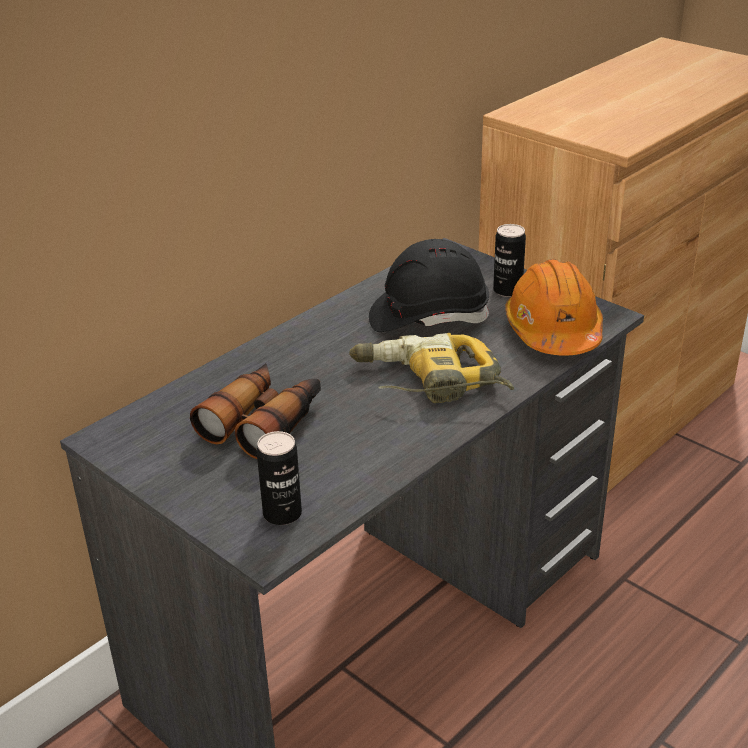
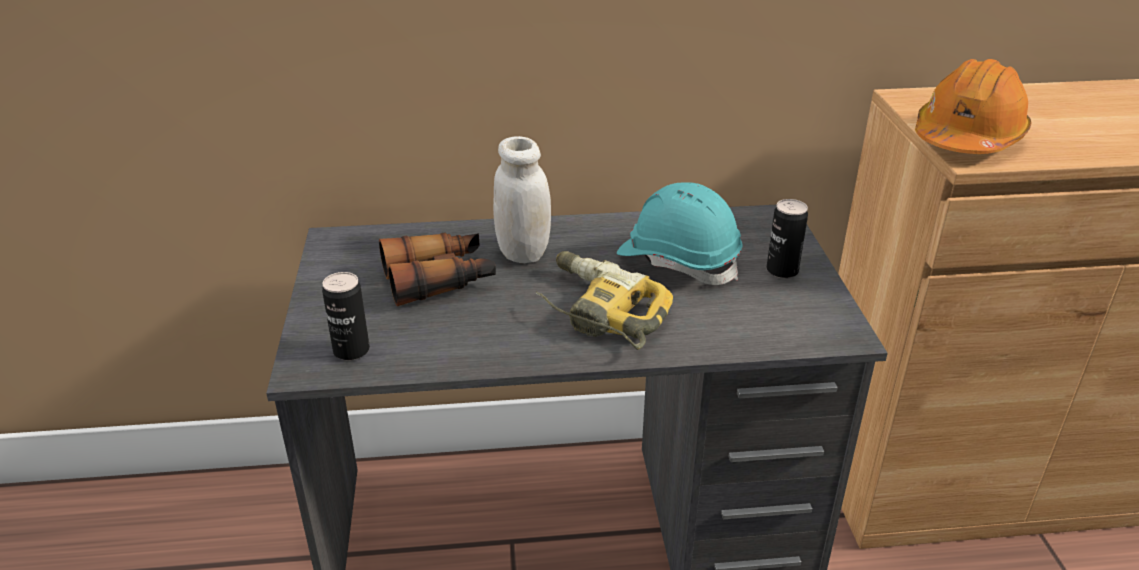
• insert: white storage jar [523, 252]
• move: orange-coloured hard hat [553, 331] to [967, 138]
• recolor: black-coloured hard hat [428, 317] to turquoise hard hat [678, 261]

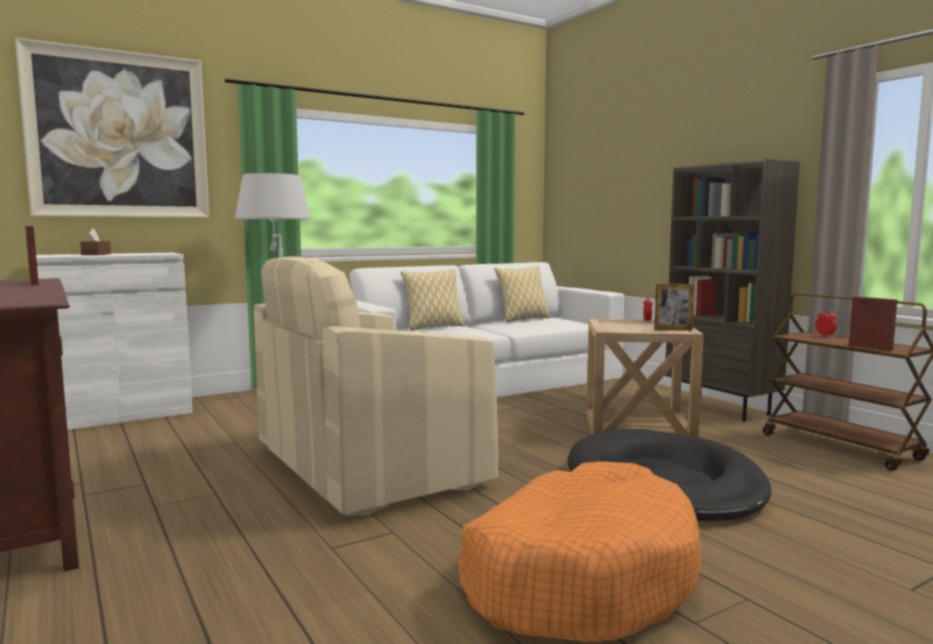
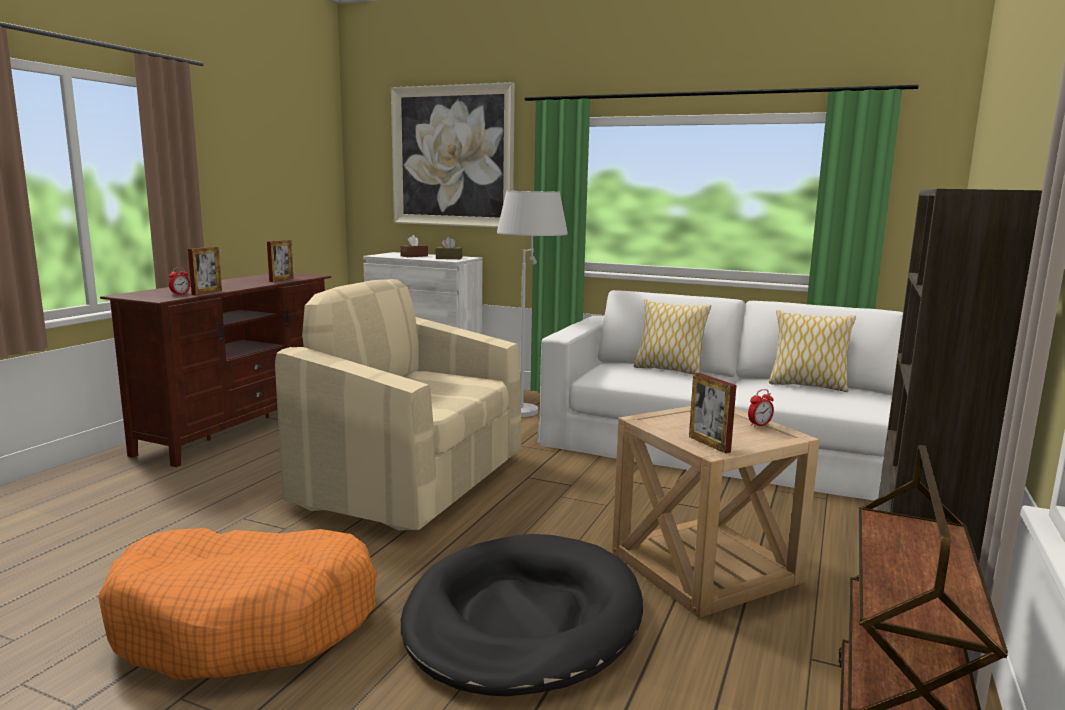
• insert: brown-coloured tissue box [449, 258]
• move: bedside clock [825, 335] to [180, 294]
• move: photo frame [870, 348] to [207, 292]

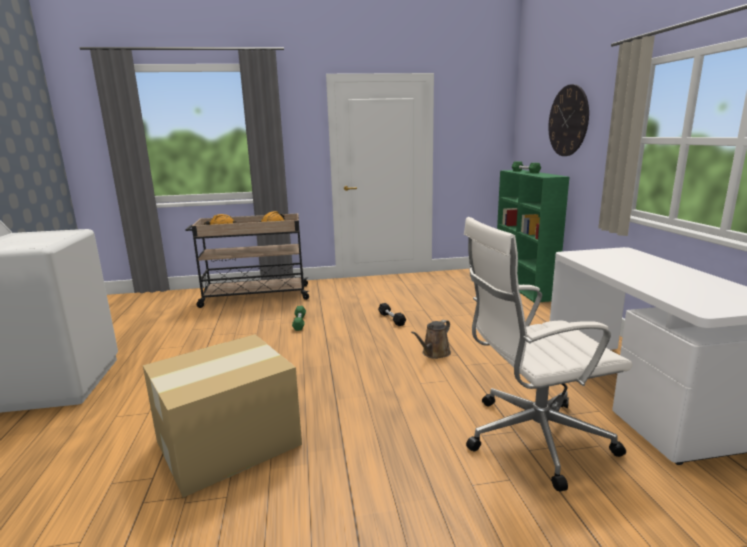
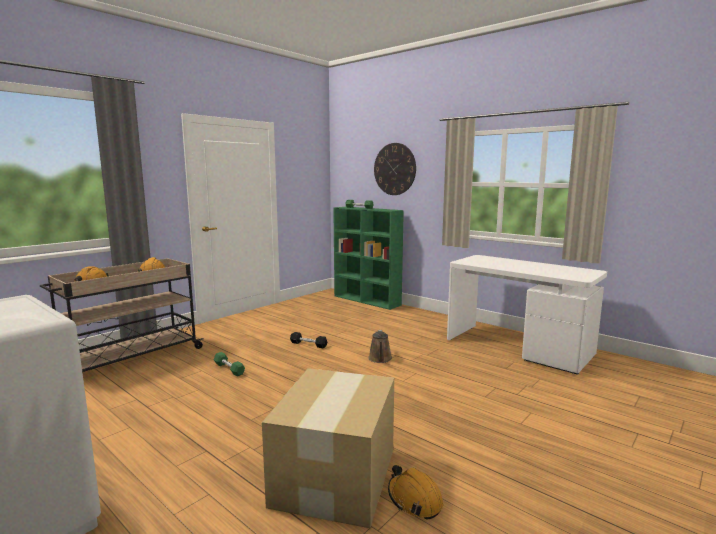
• delete: white desk chair [532, 438]
• insert: orange-coloured hard hat [414, 500]

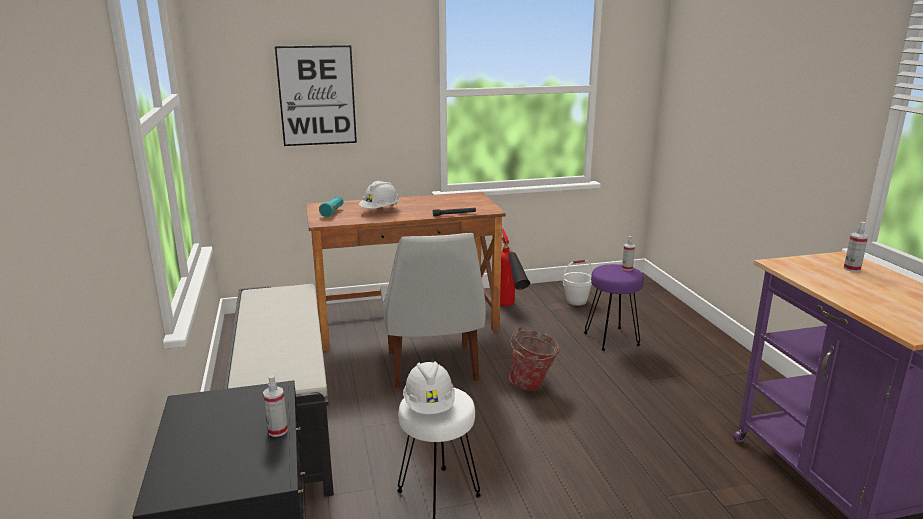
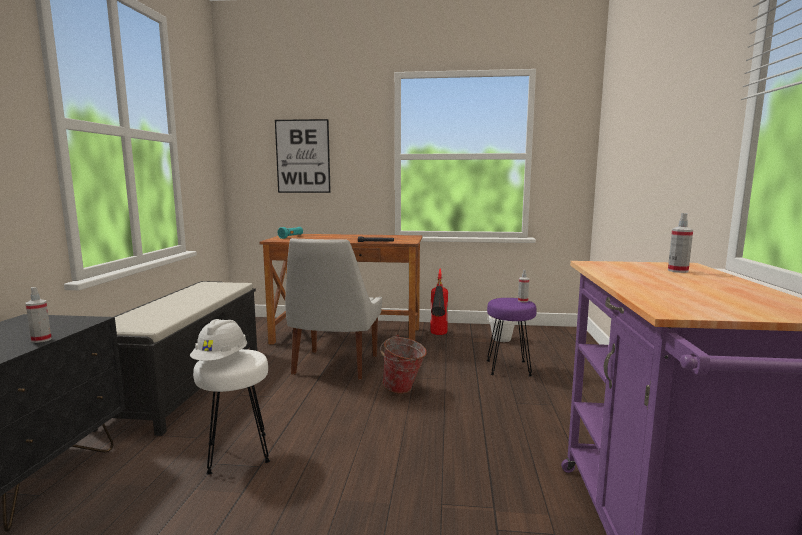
• delete: white hard hat [380, 210]

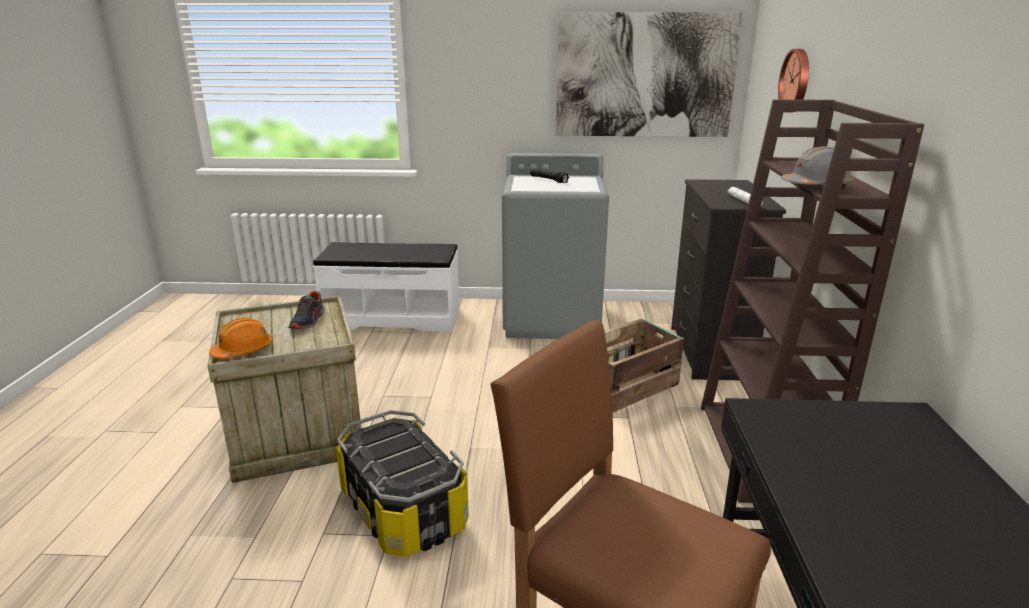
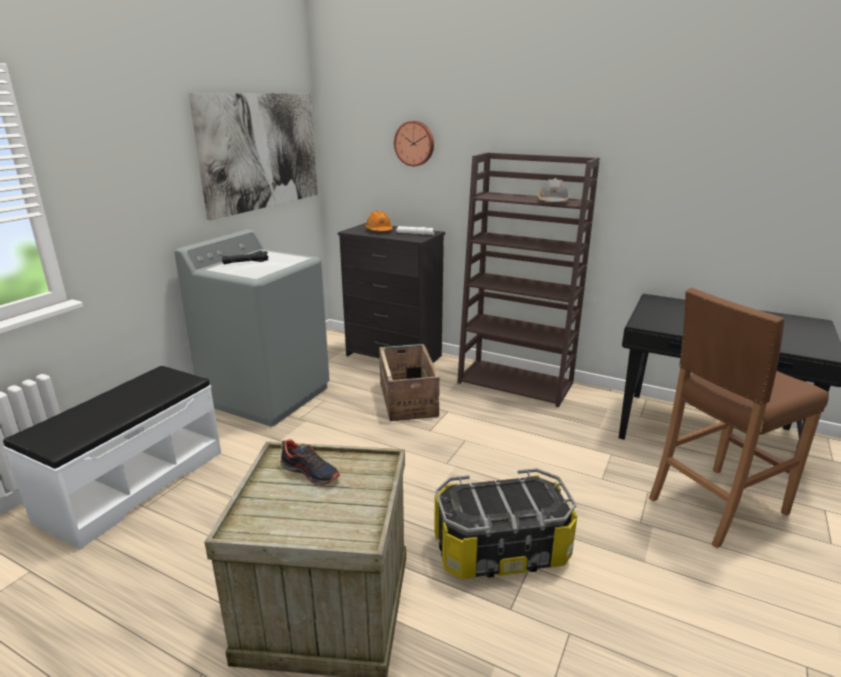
• move: orange-coloured hard hat [243, 351] to [379, 230]

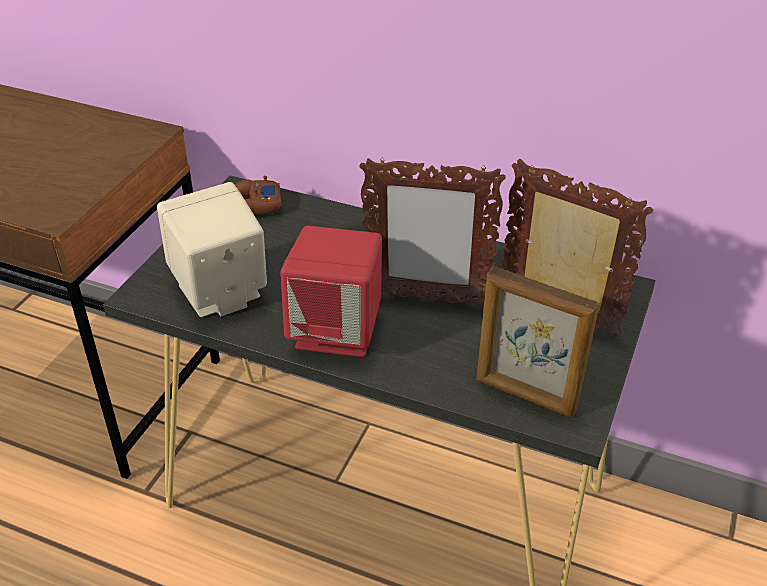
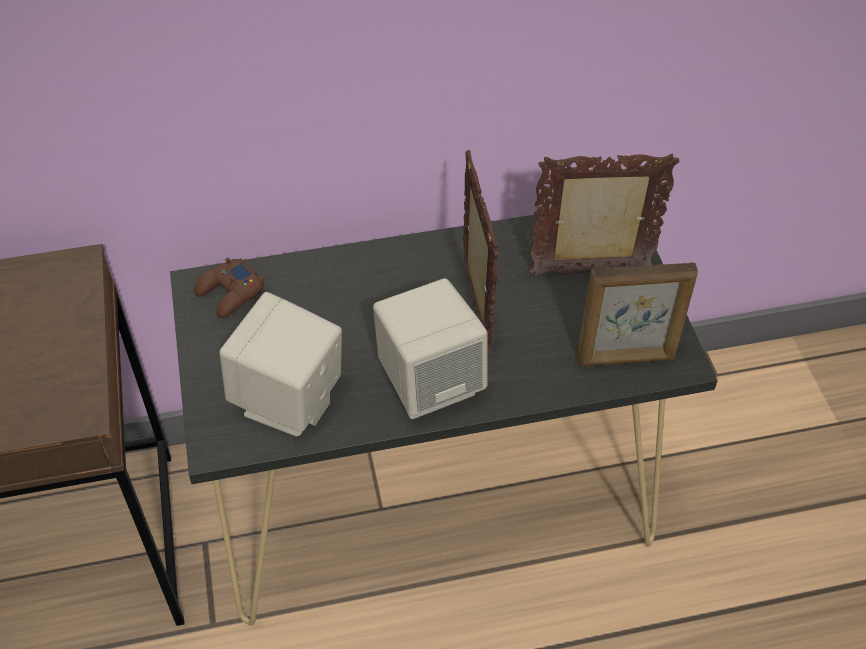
• recolor: red audio speaker [337, 331] to beige audio speaker [430, 383]
• rotate: photo frame [426, 299] = [475, 311] 75 degrees counterclockwise

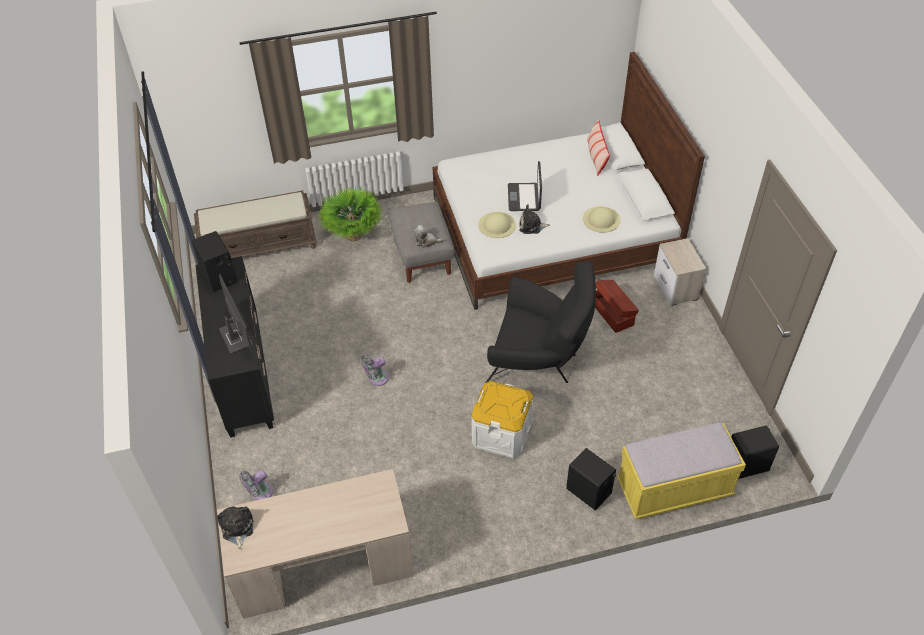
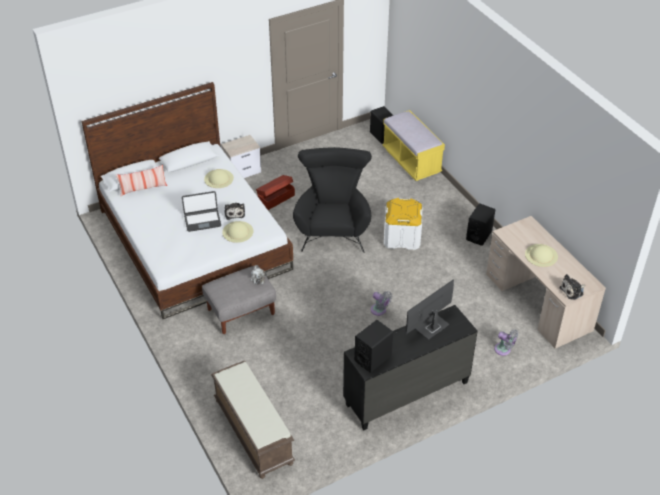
• delete: plant in a pot [353, 235]
• insert: beige wearable hat [541, 255]
• move: black-coloured audio speaker [589, 491] to [479, 235]

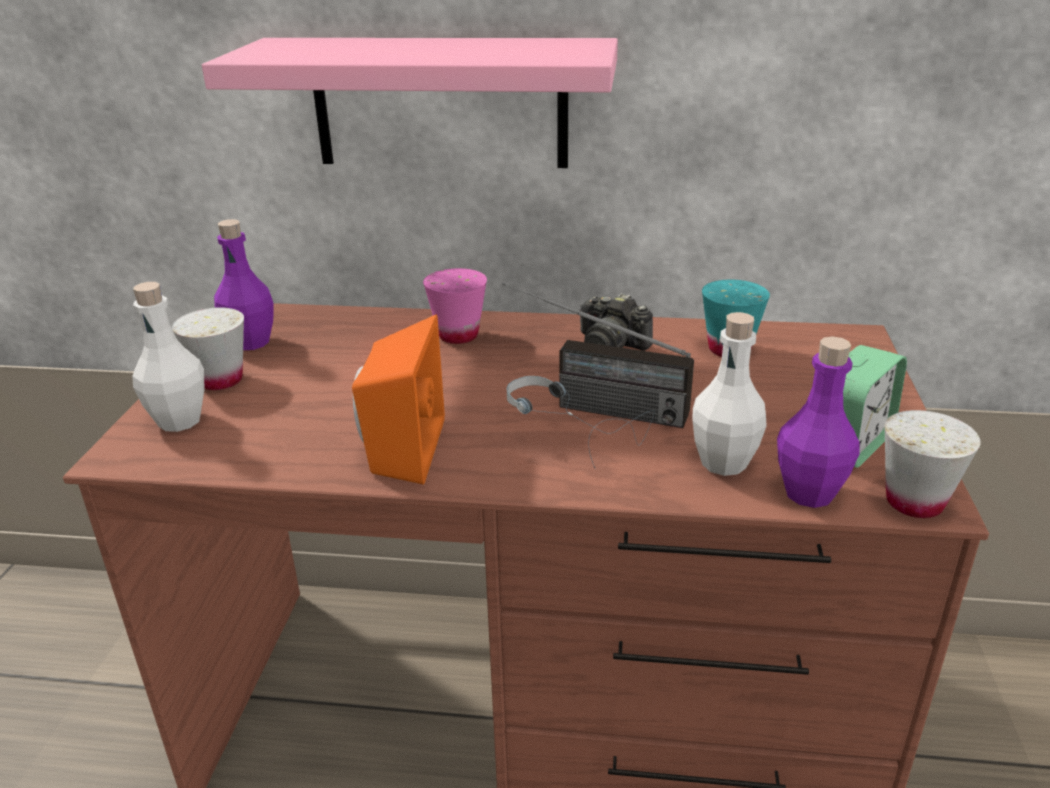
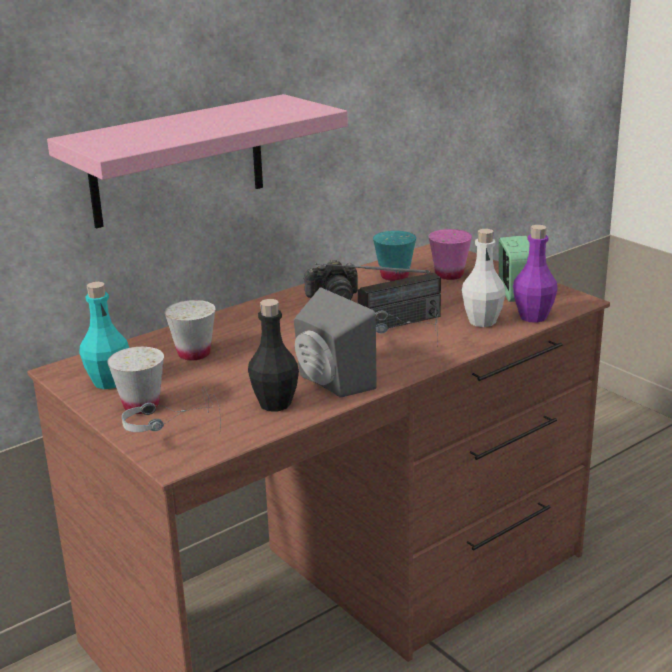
• insert: black-coloured bottle [275, 404]
• move: pink small cup [458, 335] to [449, 275]
• move: white small cup [914, 502] to [194, 354]
• replace: white bottle [179, 421] to headphones [169, 432]
• recolor: purple bottle [251, 342] to turquoise bottle [108, 382]
• recolor: orange-coloured audio speaker [400, 449] to gray audio speaker [330, 383]

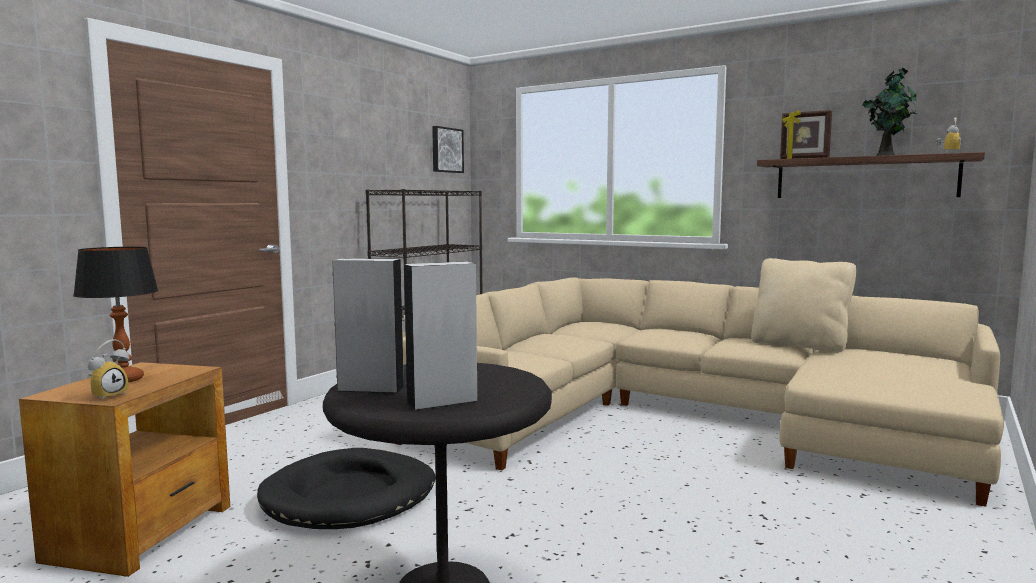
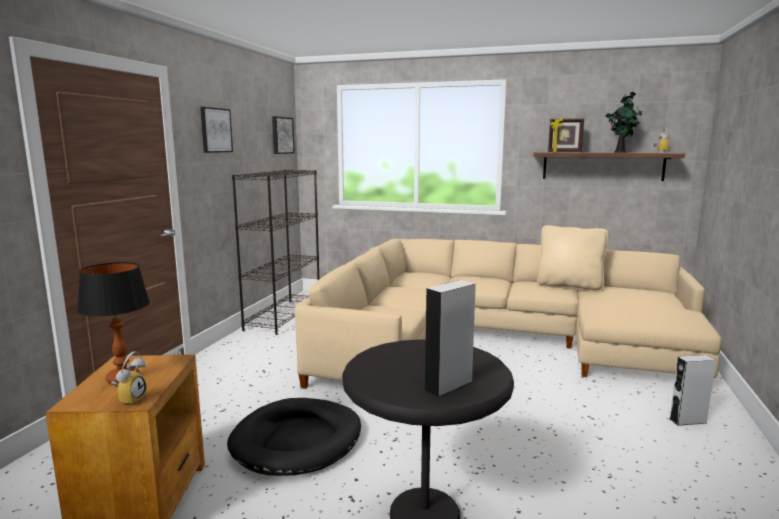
• insert: wall picture [215, 130]
• move: gray audio speaker [371, 389] to [688, 421]

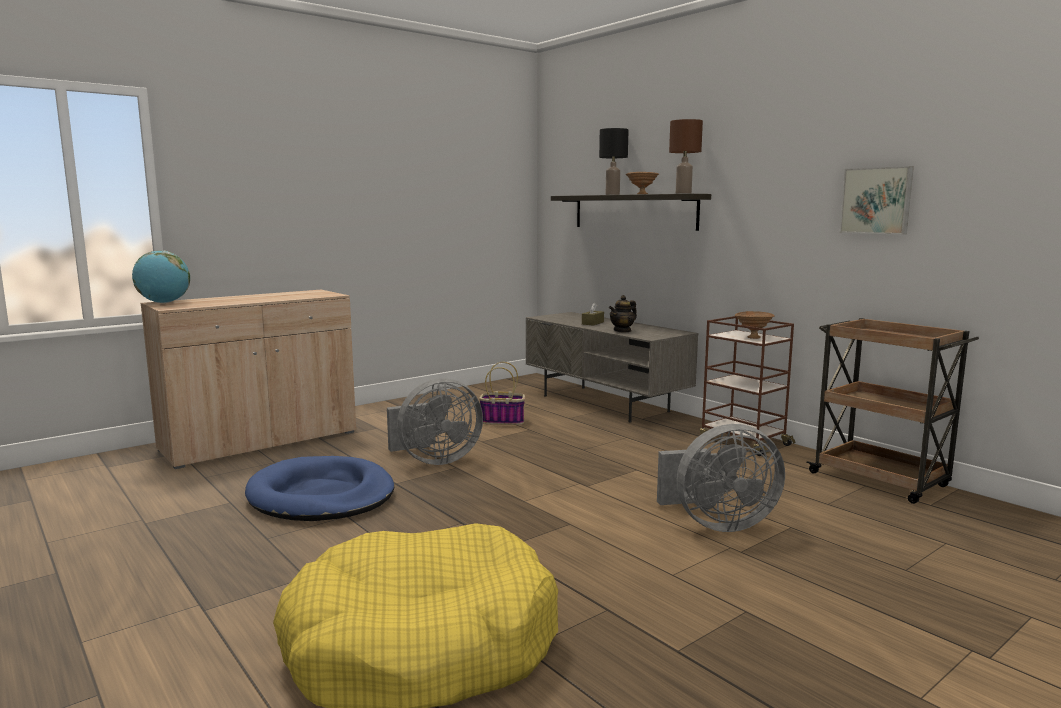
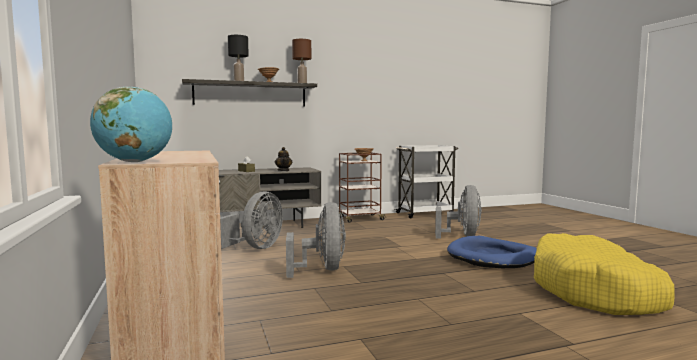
• delete: wall picture [877, 200]
• move: blue-coloured dog bed [321, 496] to [492, 257]
• replace: household basket [503, 421] to gray cooling fan [256, 248]
• recolor: brown-coloured cart [880, 480] to white cart [425, 214]

